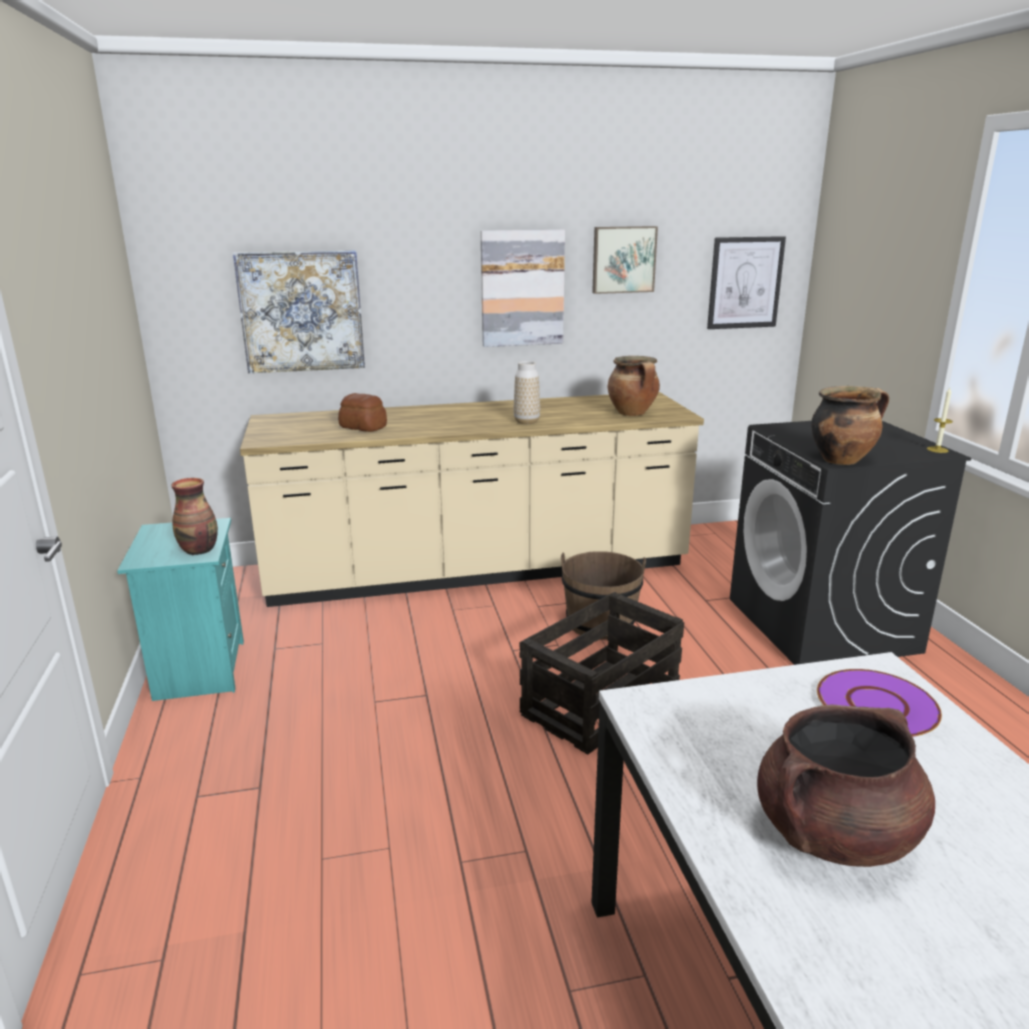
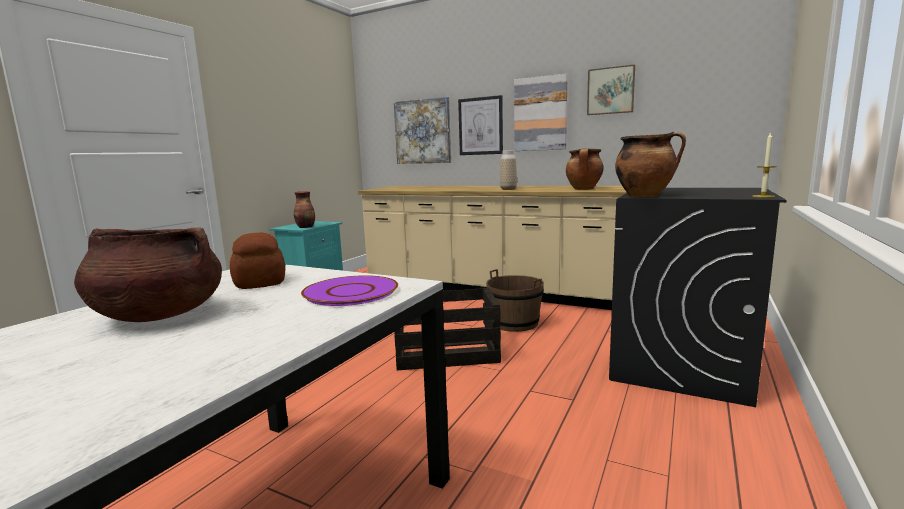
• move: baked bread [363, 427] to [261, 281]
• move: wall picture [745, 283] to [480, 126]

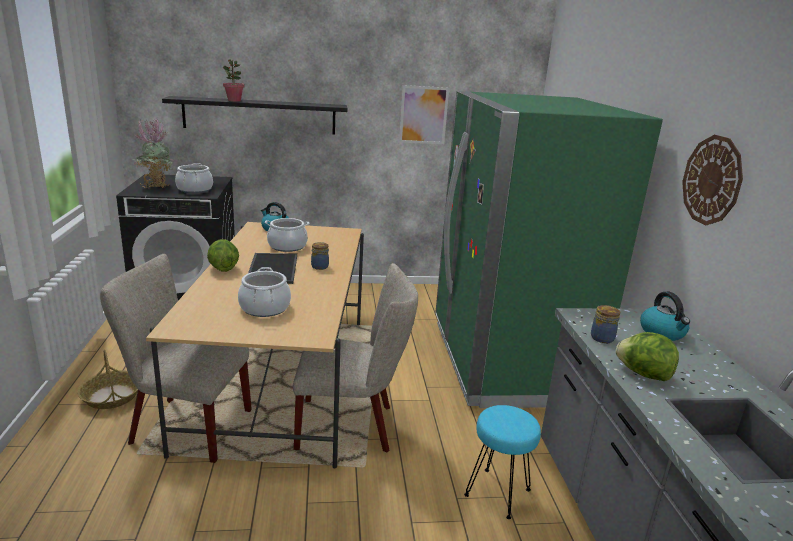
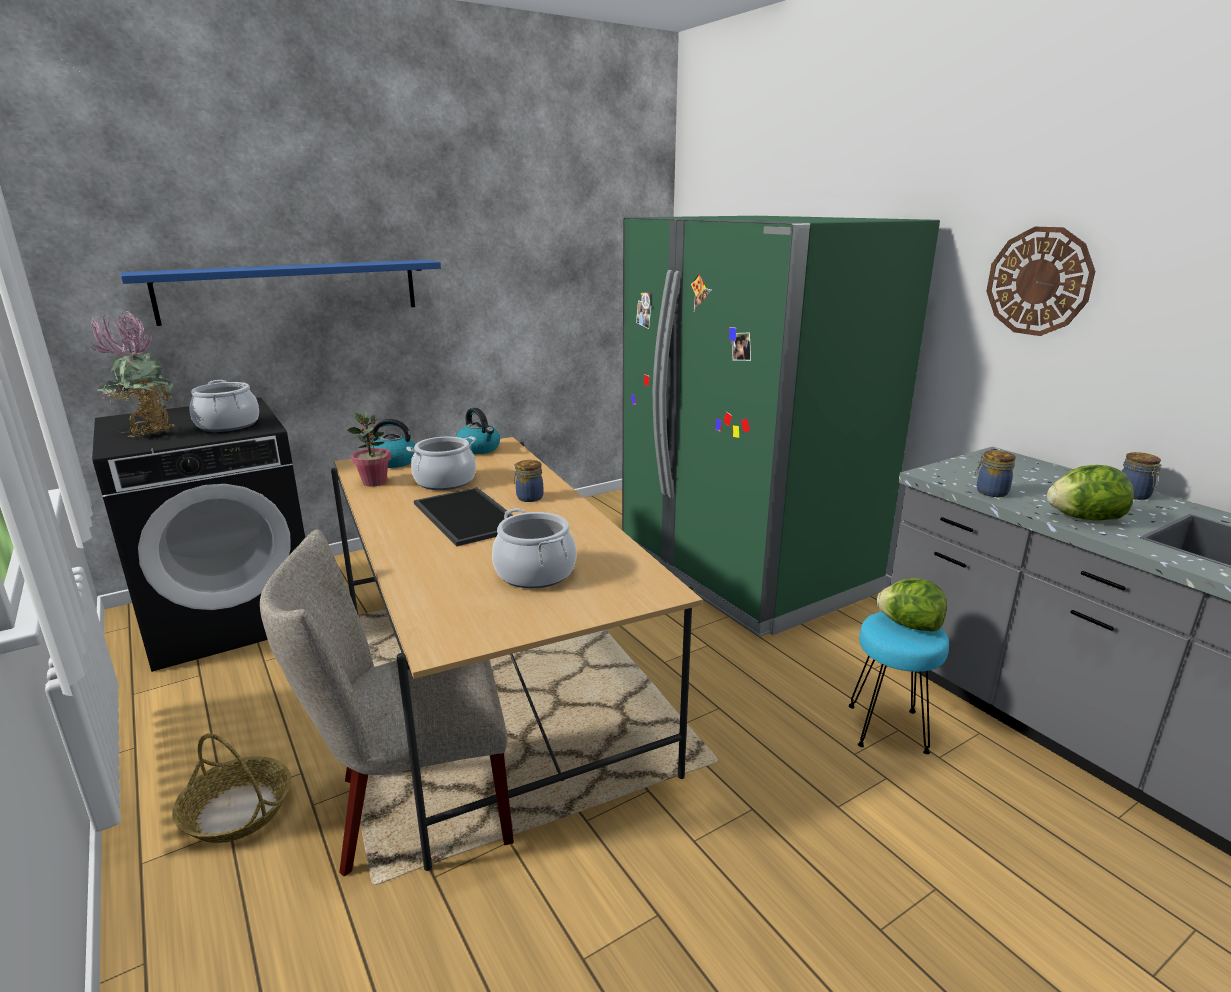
• delete: beige upright chair [352, 426]
• delete: wall picture [423, 115]
• insert: storage jar [1134, 495]
• move: lettuce head [223, 268] to [909, 625]
• move: plant in a pot [234, 100] to [374, 482]
• move: kettle [663, 333] to [479, 449]
• recolor: black-coloured shelf [260, 115] to blue-coloured shelf [292, 290]

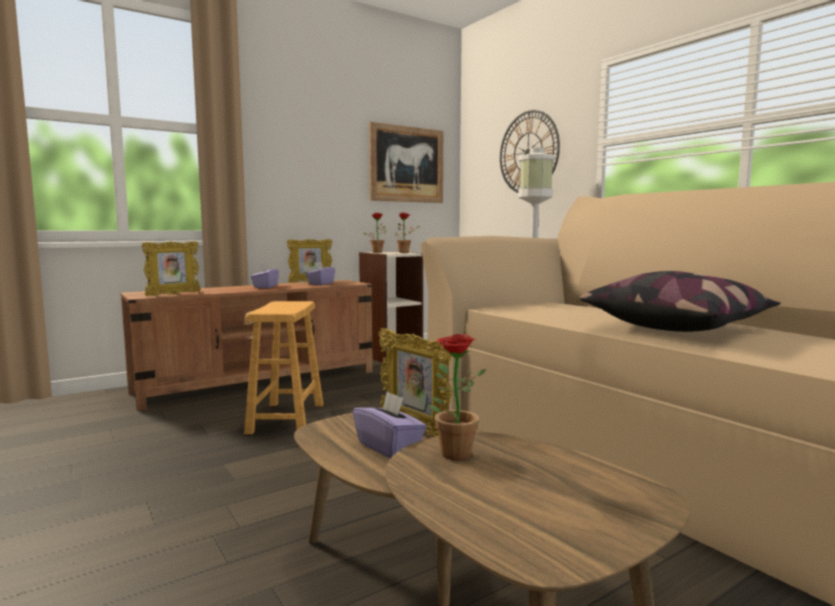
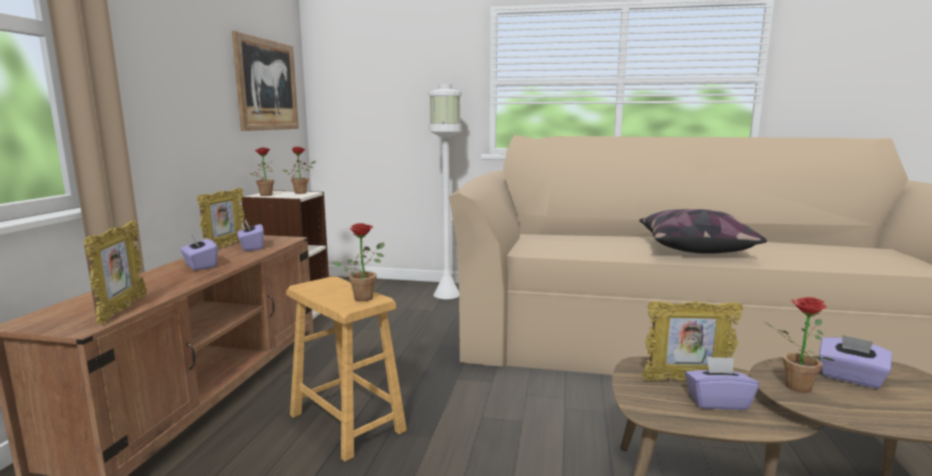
• delete: hanging clock [528, 152]
• insert: plant in a pot [365, 296]
• insert: purple tissue box [850, 378]

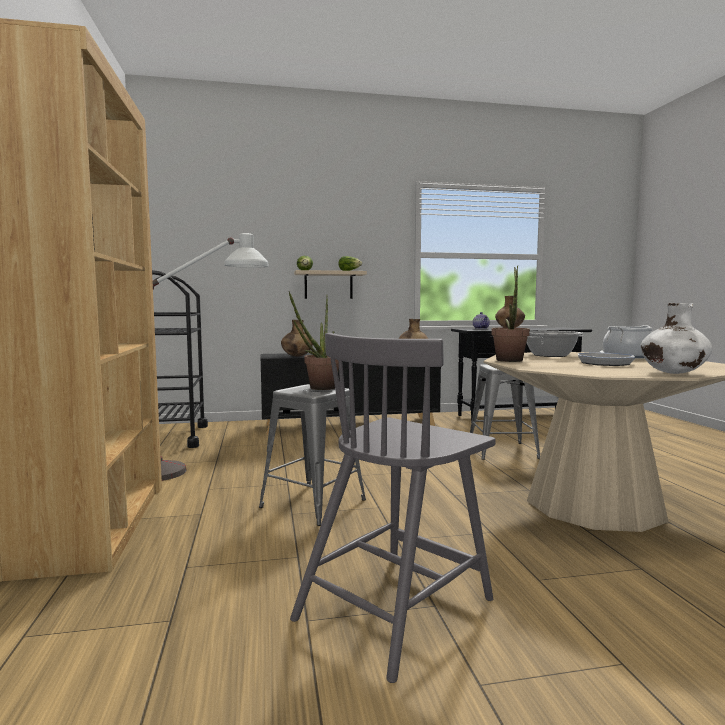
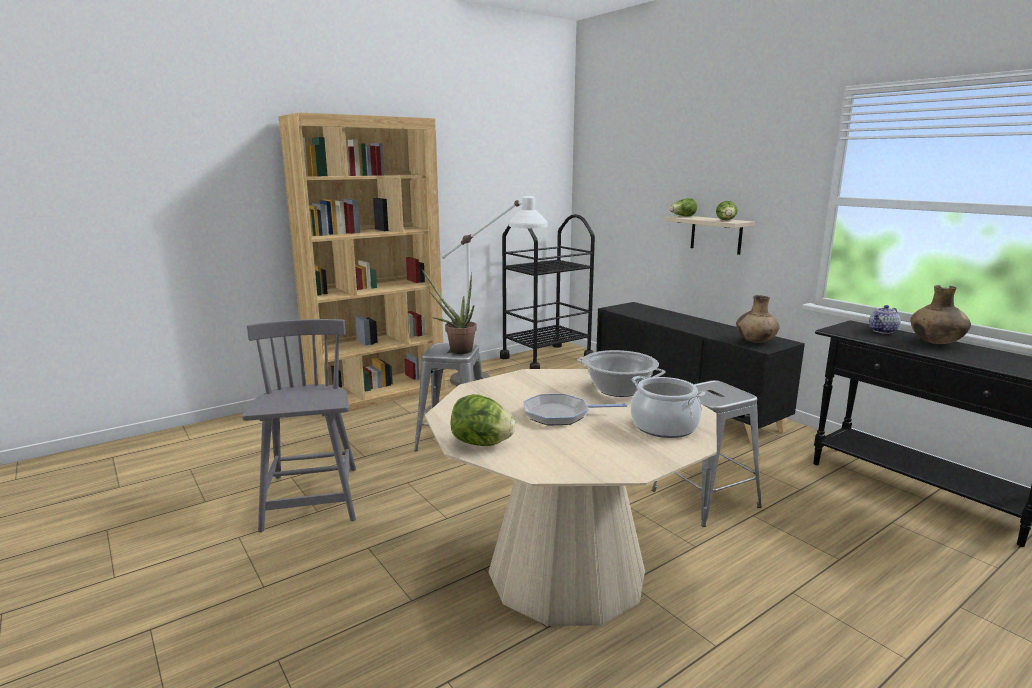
• delete: brown-coloured flower vase [297, 356]
• delete: plant in a pot [509, 359]
• replace: white flower vase [673, 373] to lettuce head [481, 443]
• rotate: gray upright chair [396, 607] = [312, 499] 60 degrees clockwise

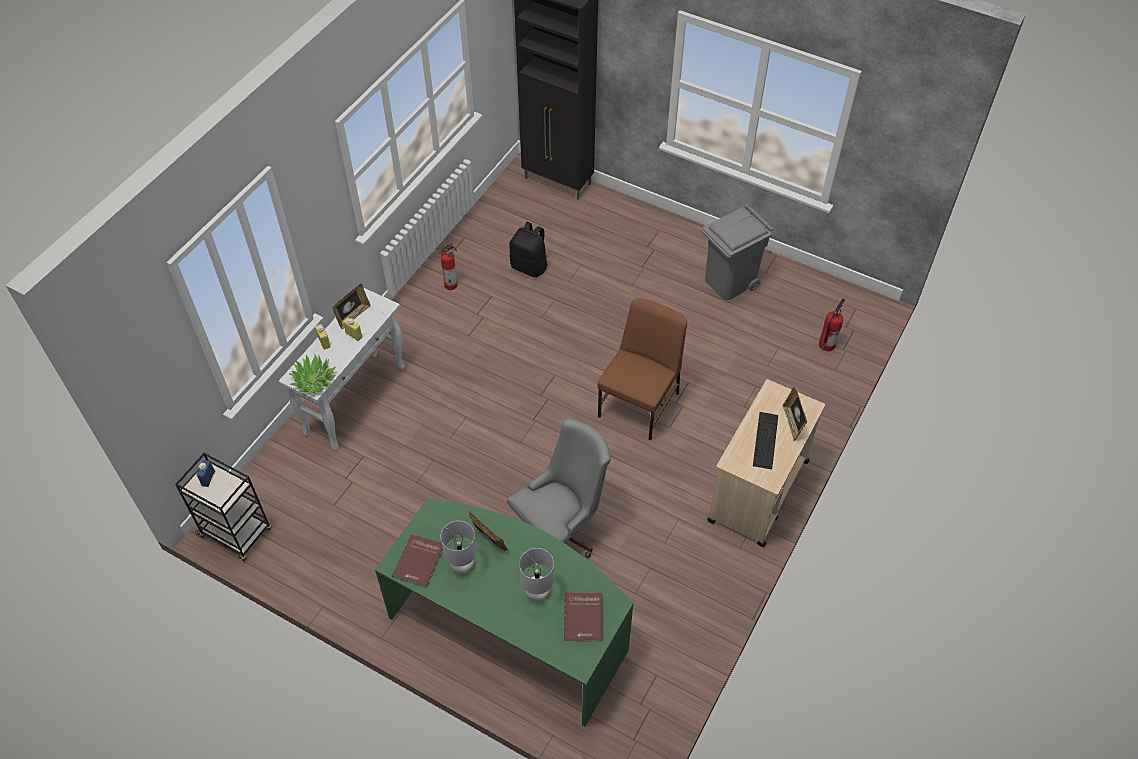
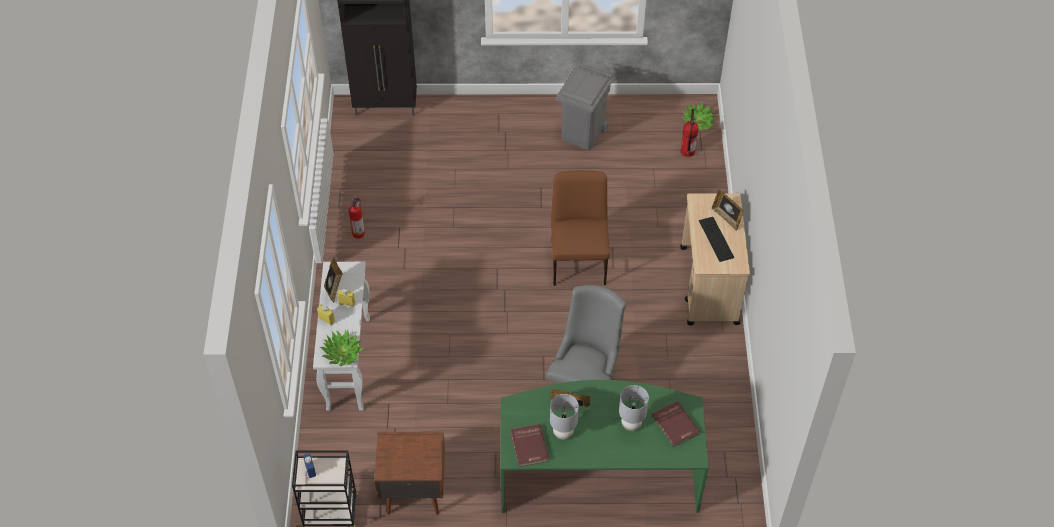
• delete: black-coloured knapsack [530, 266]
• insert: brown-coloured night table [412, 492]
• insert: plant in a pot [698, 122]

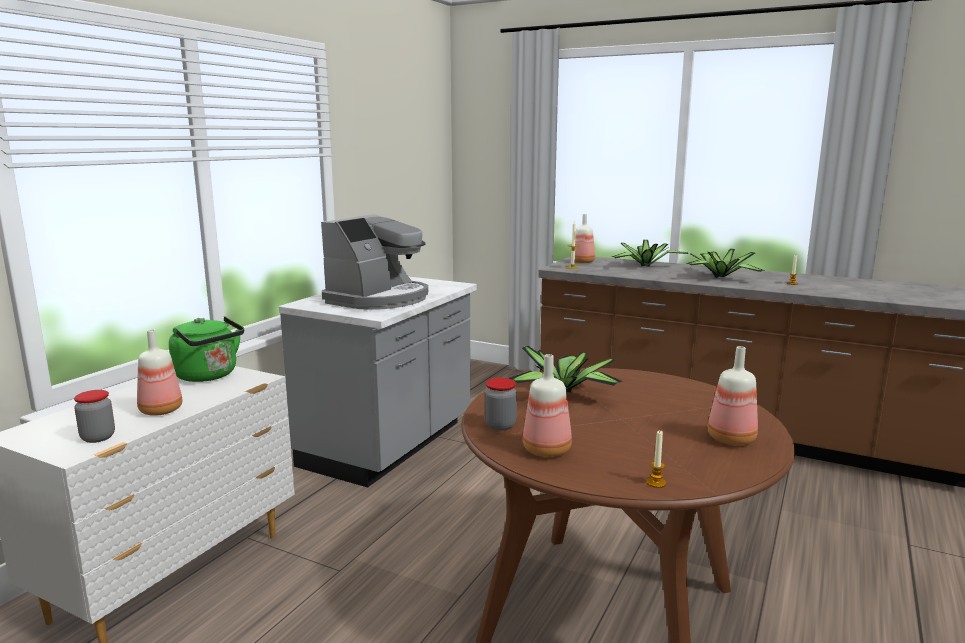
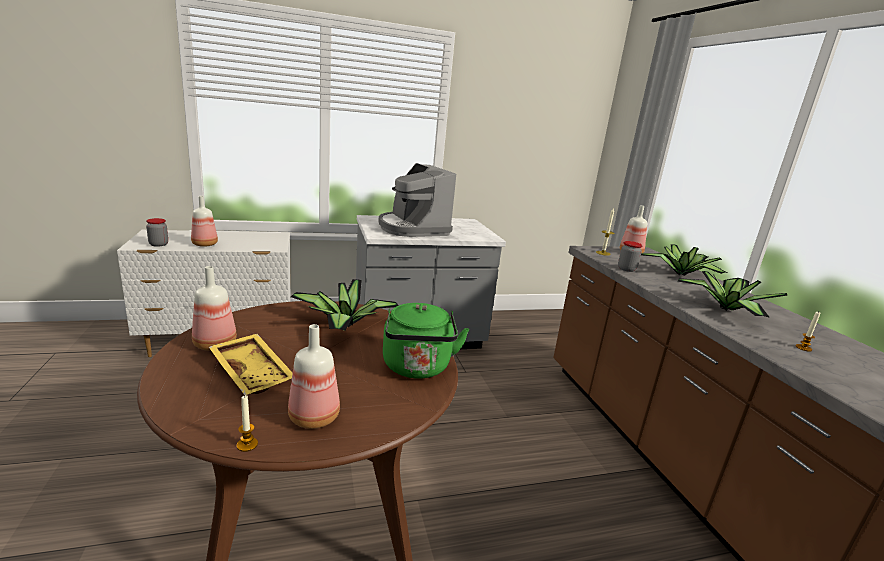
• insert: yellowish carrying tray [254, 372]
• move: green kettle [209, 376] to [417, 368]
• move: storage jar [500, 425] to [626, 269]
• move: candle [656, 483] to [247, 445]
• rotate: coffee maker [379, 299] = [412, 228] 75 degrees clockwise

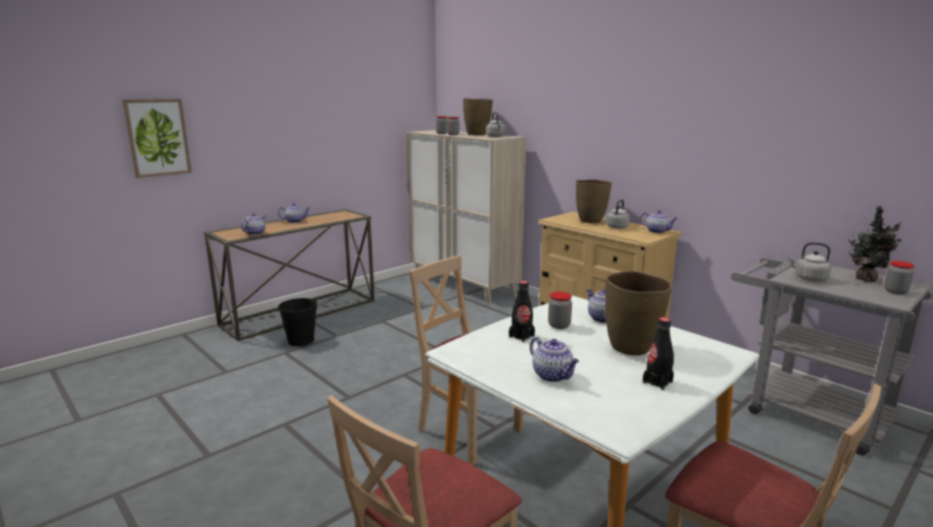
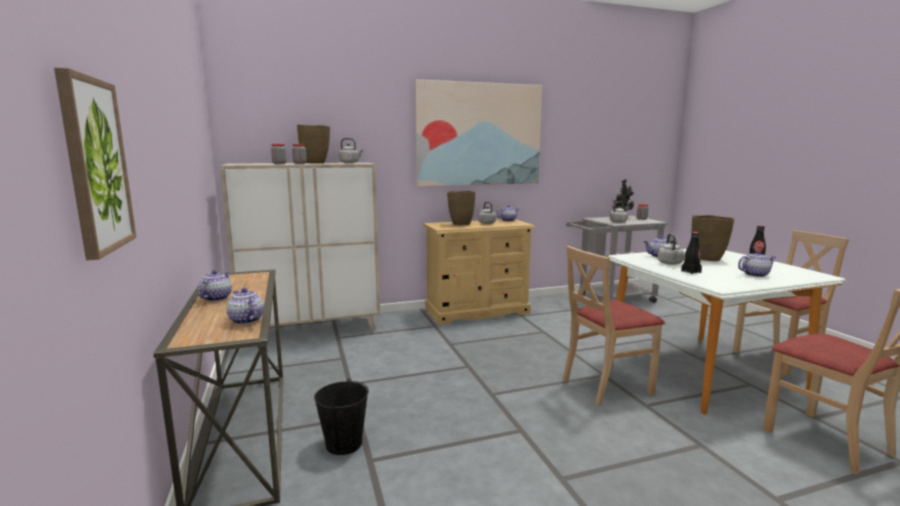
• insert: wall picture [479, 134]
• replace: storage jar [559, 325] to gray kettle [670, 263]

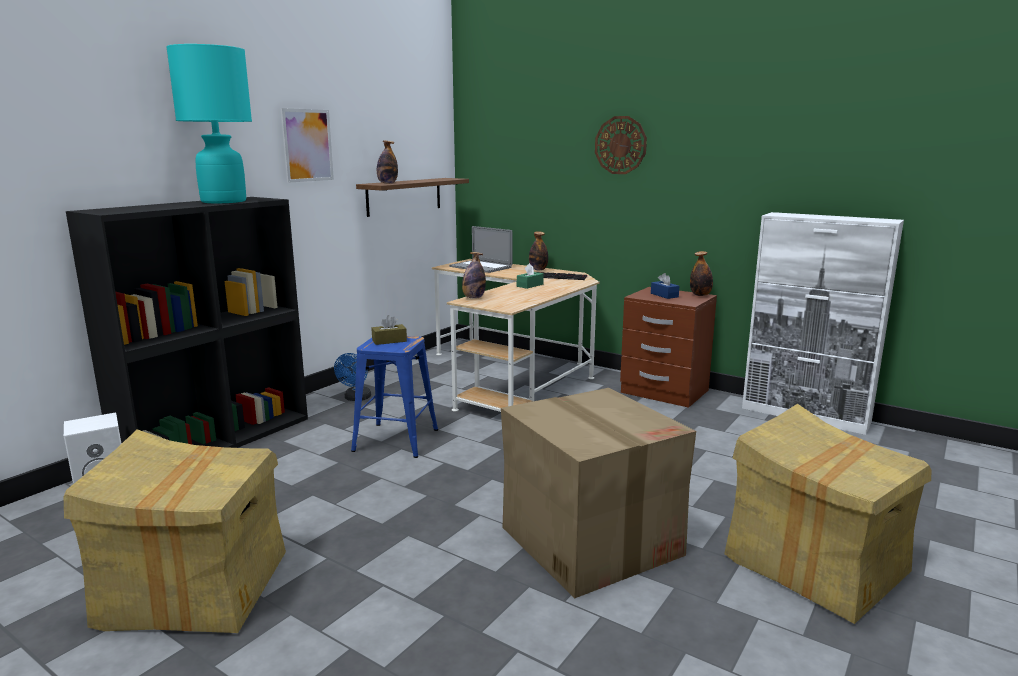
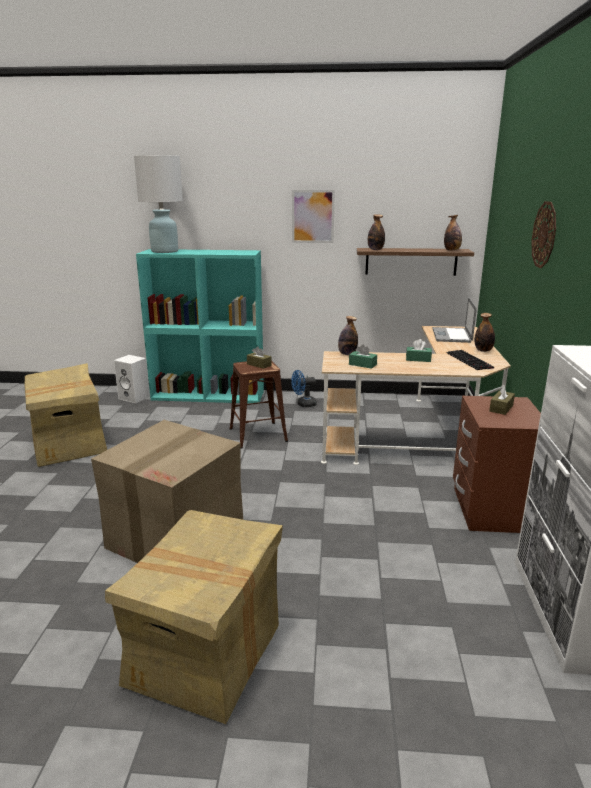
• delete: turquoise lamp for a table [224, 201]
• insert: white lamp for a table [164, 251]
• insert: green tissue box [362, 364]
• move: bottle [700, 295] to [452, 250]
• recolor: black-coloured bookshelf [218, 441] to turquoise bookshelf [209, 395]
• recolor: blue-coloured stool [395, 440] to brown-coloured stool [257, 434]
• recolor: blue-coloured tissue box [664, 295] to brown-coloured tissue box [501, 408]

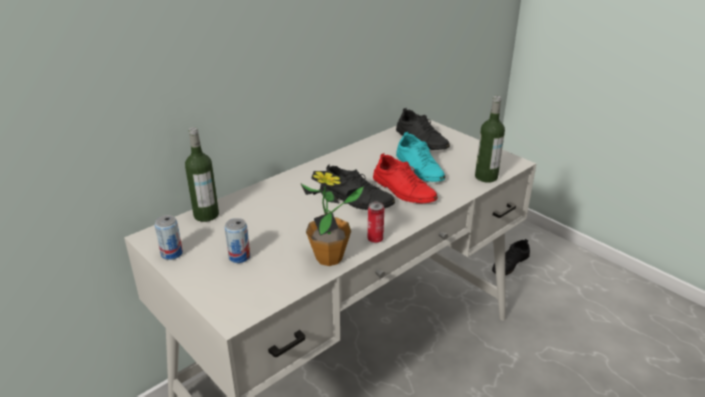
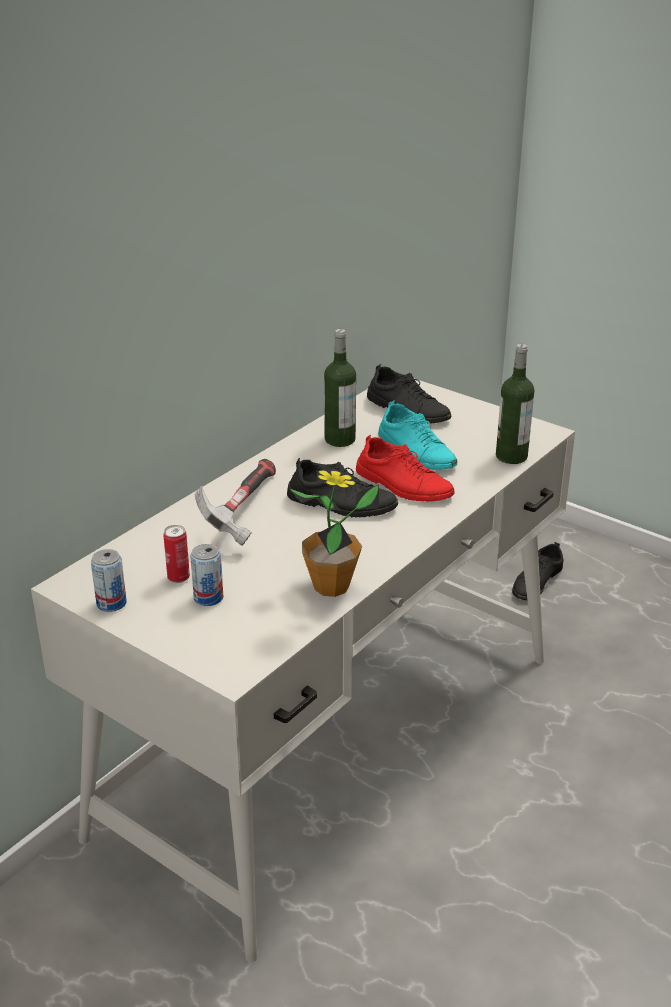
• insert: hammer [242, 513]
• move: bottle [206, 215] to [340, 439]
• move: can [375, 239] to [178, 578]

